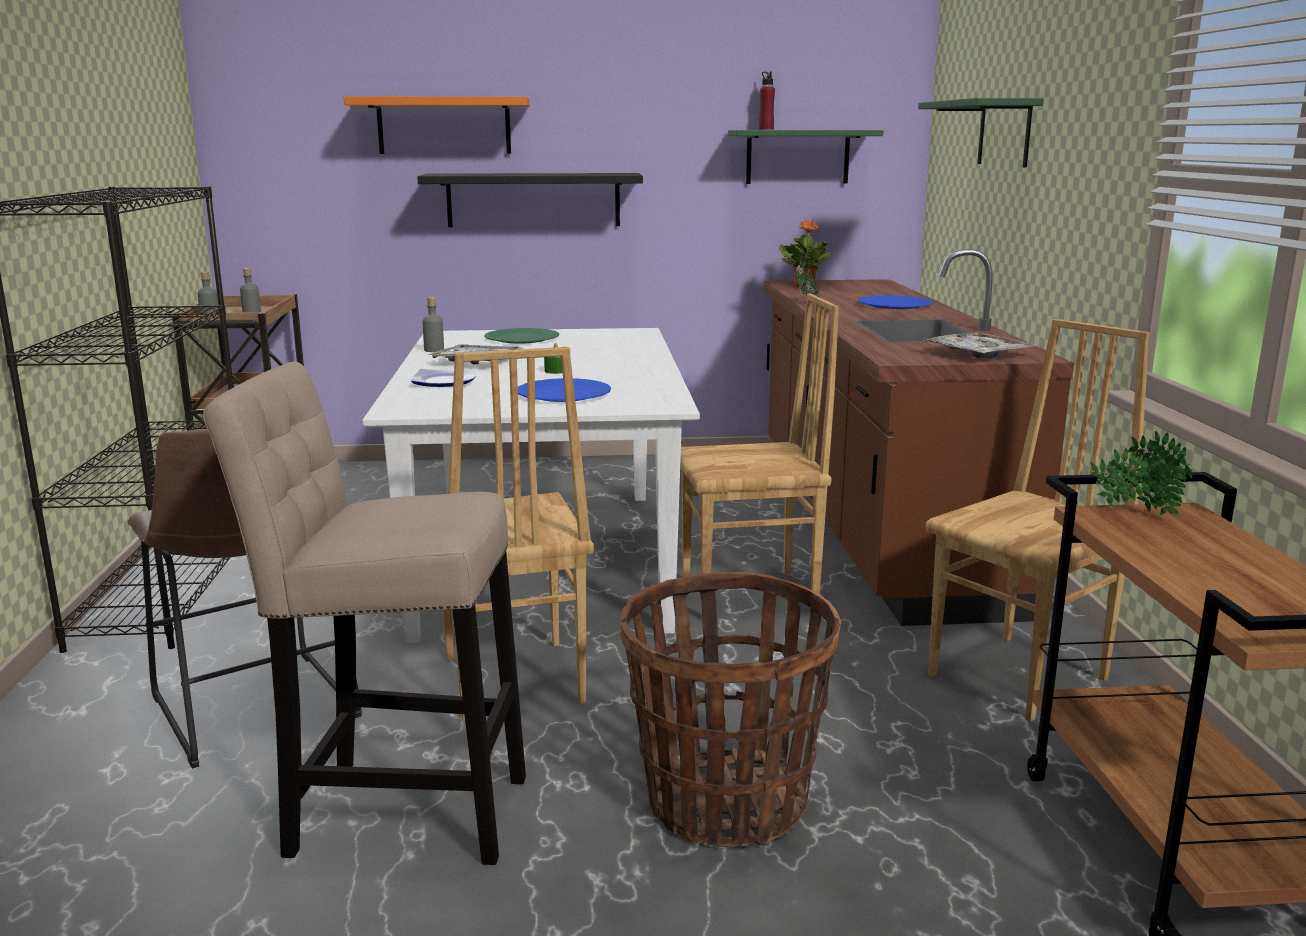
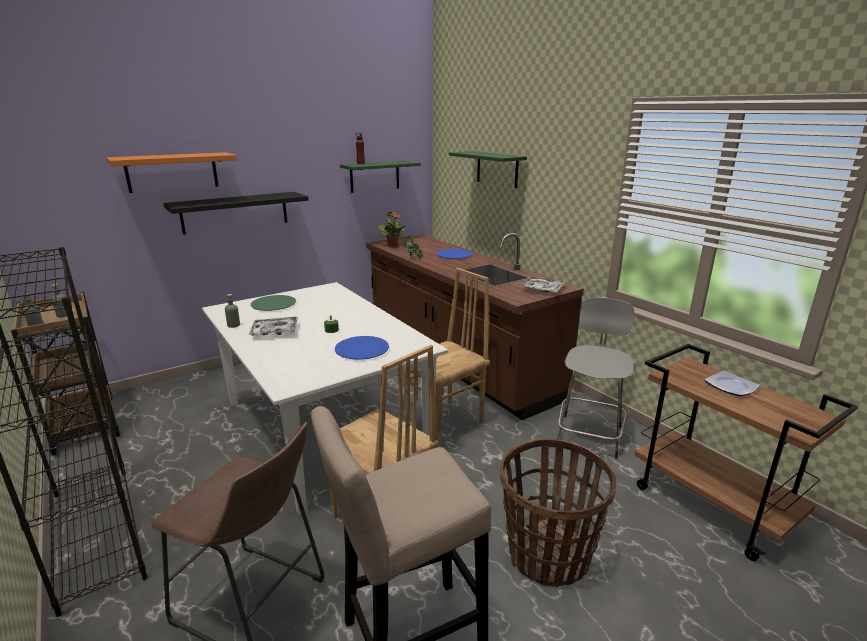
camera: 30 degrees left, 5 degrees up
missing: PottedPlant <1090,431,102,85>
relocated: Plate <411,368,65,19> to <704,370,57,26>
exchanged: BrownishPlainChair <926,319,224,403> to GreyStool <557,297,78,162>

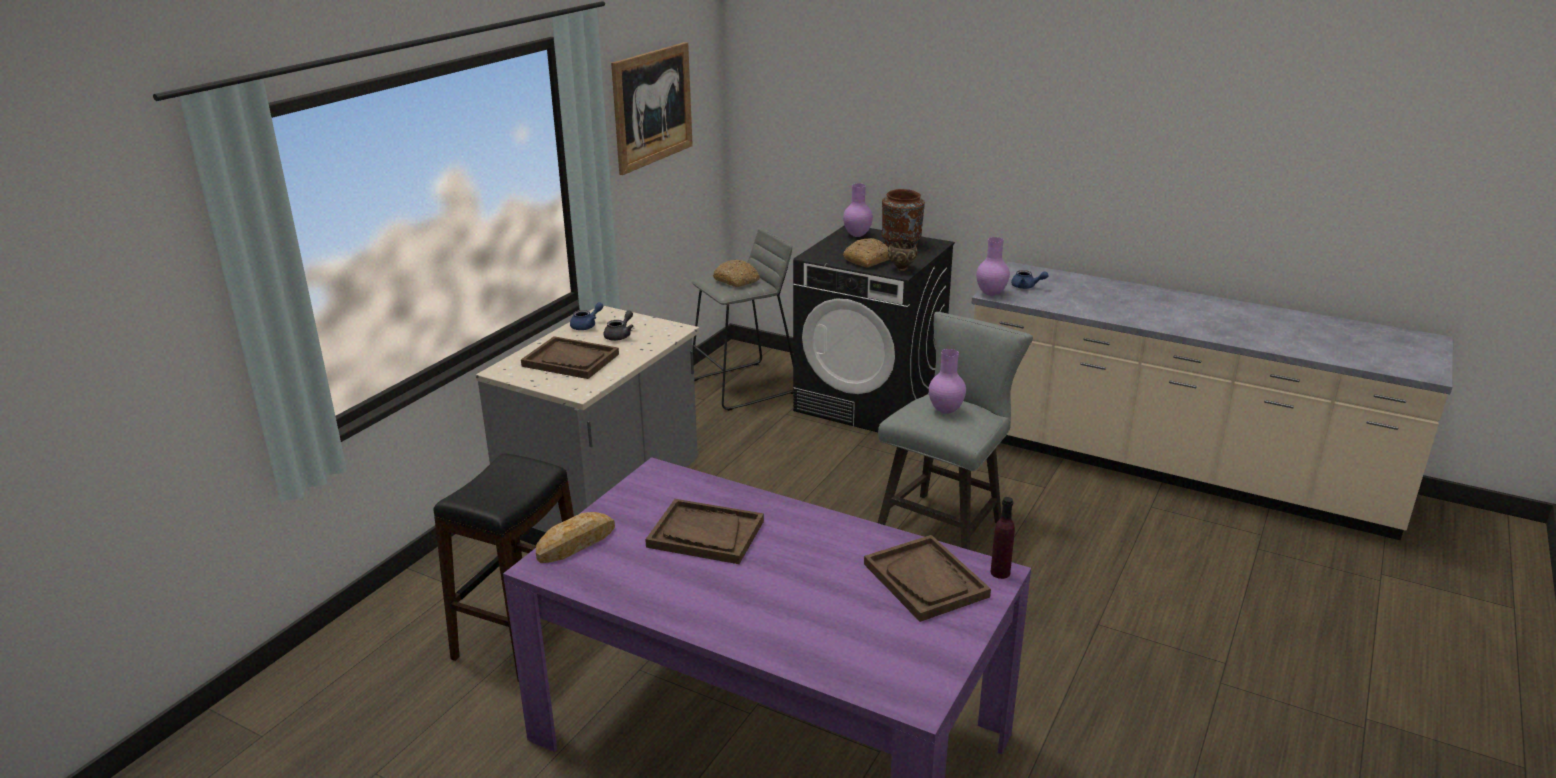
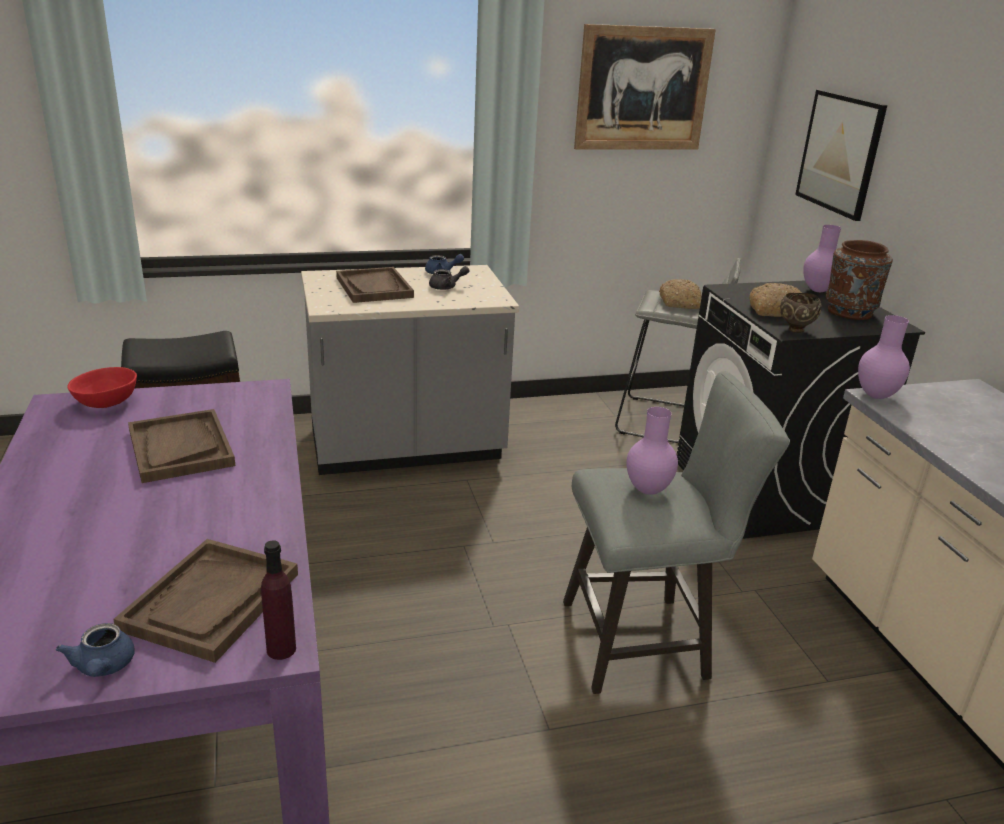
camera: 45 degrees right, 0 degrees up
appeared: Picture <795,90,92,131>
relocated: BlueTeapot <1011,270,37,19> to <56,623,79,54>
exchanged: Bread <536,512,79,51> to ReddishDeepDish <67,367,70,41>

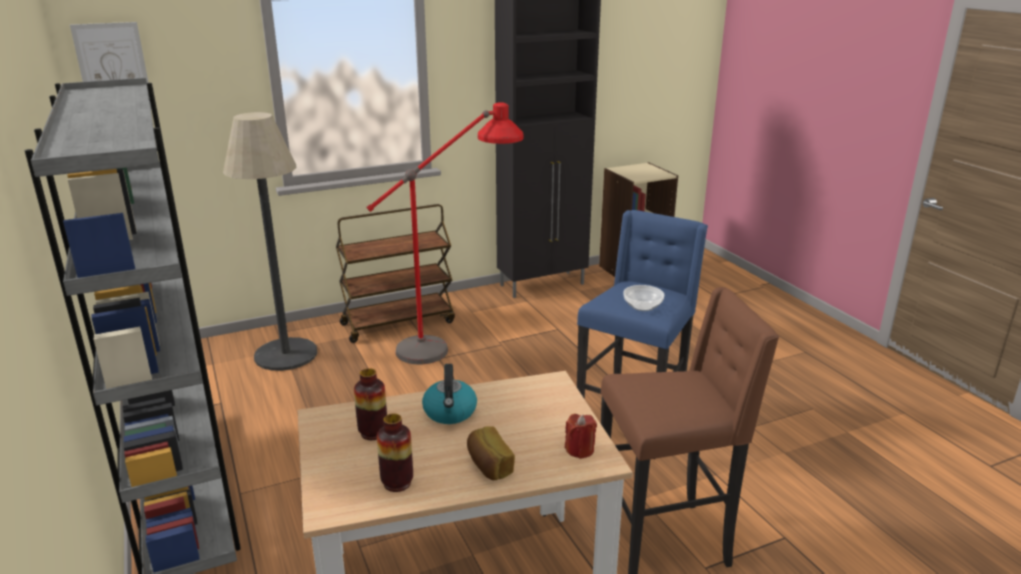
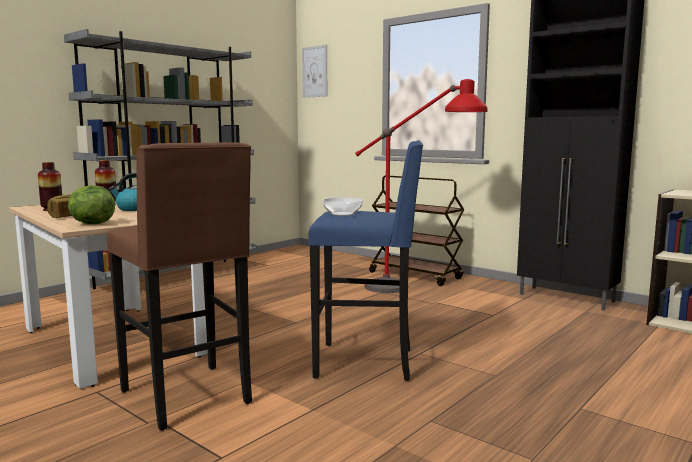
camera: 65 degrees right, 15 degrees down
missing: StandingLamp <223,112,94,259>
exchanged: ReddishCandle <565,414,32,45> to HeadOfLettuce <68,185,47,39>

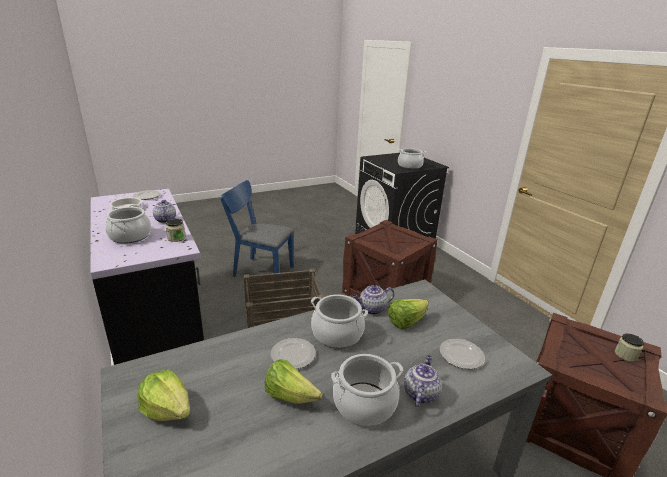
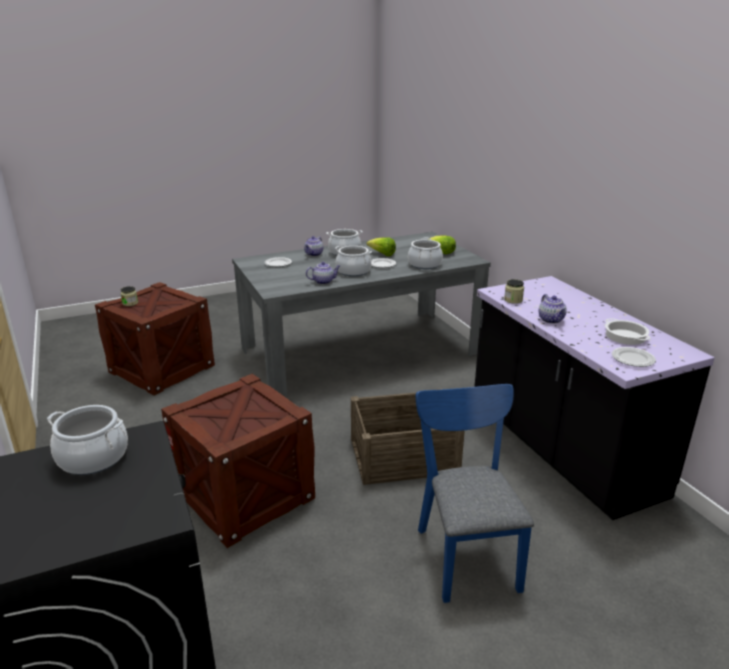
camera: 175 degrees left, 0 degrees up
missing: HeadOfLettuce <388,299,41,30>
relocated: Stockpot <105,204,46,40> to <408,238,35,31>
spun: BluePlainChair <221,180,73,97> = <416,384,118,219> 120 degrees counterclockwise

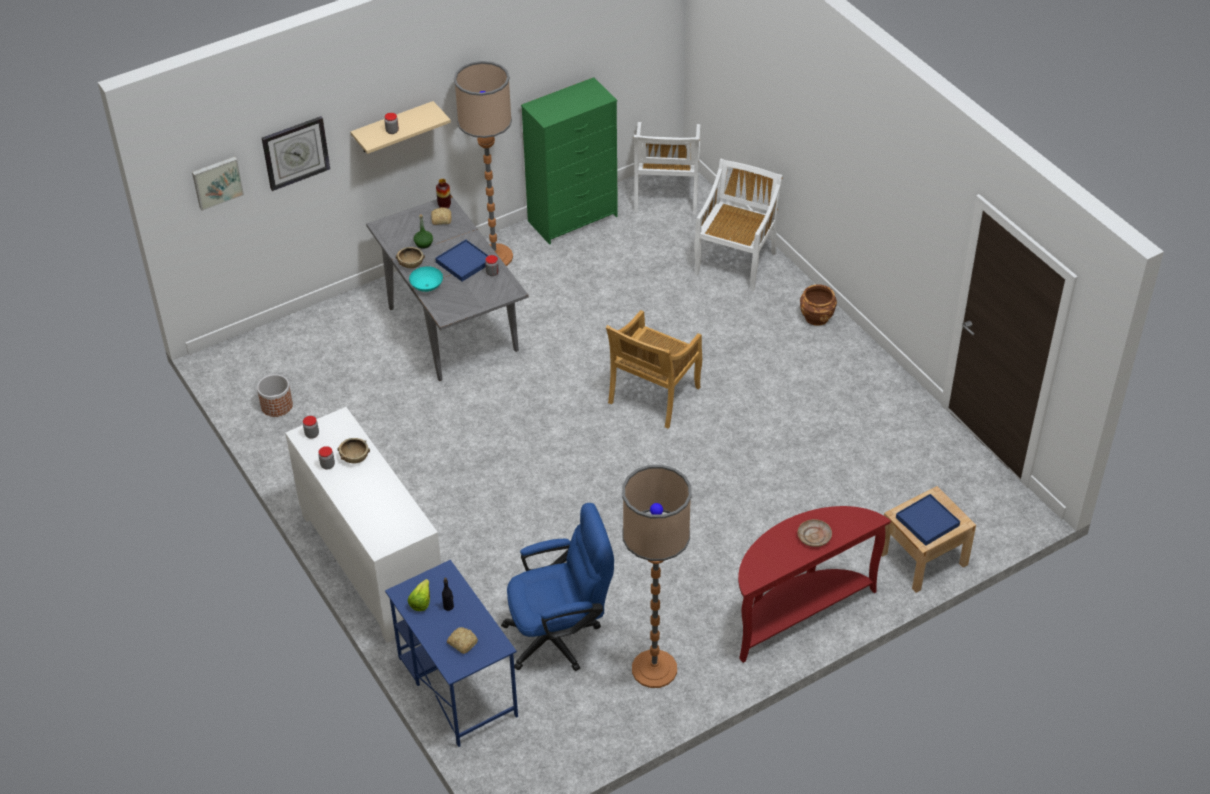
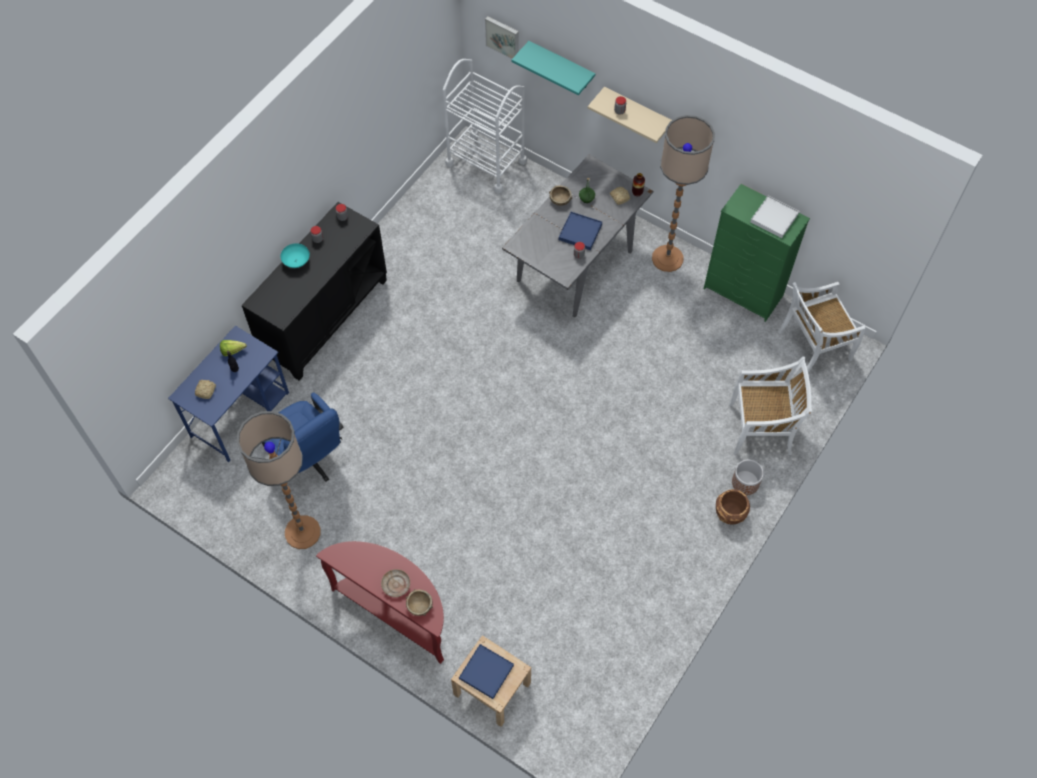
camera: 65 degrees right, 15 degrees up
missing: BeigePlainChair <606,310,96,119>
appeared: WhiteWheeledCart <443,59,84,134>; WhiteCarryingTray <750,195,49,43>
relocated: FlowerPot <257,374,36,43> to <732,460,32,35>; BrownishDeepDish <337,438,33,26> to <406,589,27,27>; TurquoiseDeepDish <409,266,34,26> to <280,243,30,25>
exchanged: ClockOnTheWall <262,116,68,75> to TurquoiseShelf <512,41,83,54>
colour: WhiteCupboard <285,407,156,236> to BlackColouredCupboard <242,202,145,178>

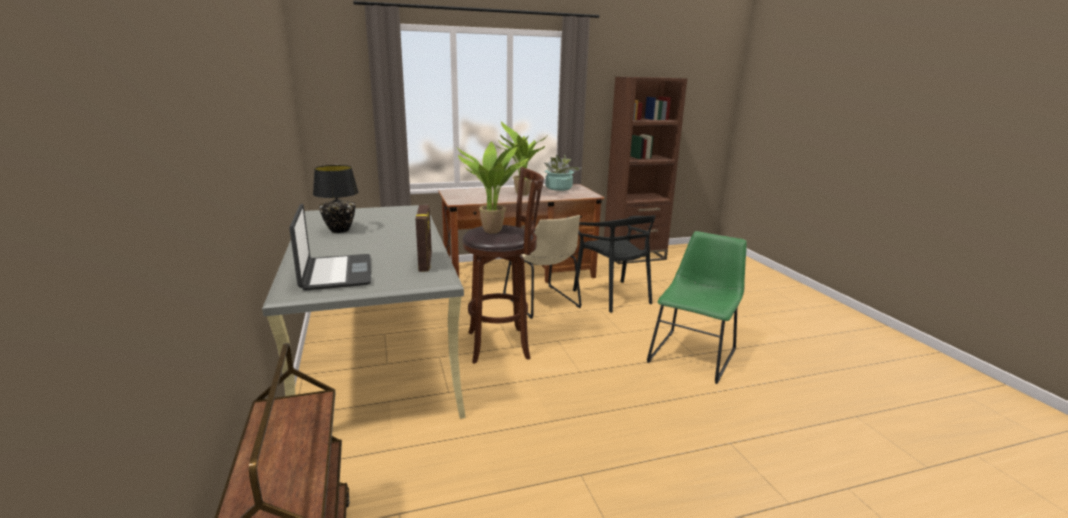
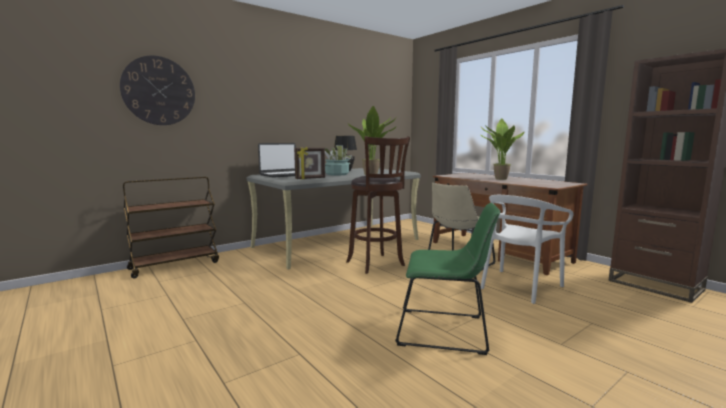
camera: 70 degrees right, 10 degrees down
appeared: ClockOnTheWall <120,56,75,69>
relocated: PottedPlant <543,155,38,36> to <325,146,27,30>
colour: BlackColouredPlainChair <573,215,83,98> to WhitePlainChair <481,195,92,109>

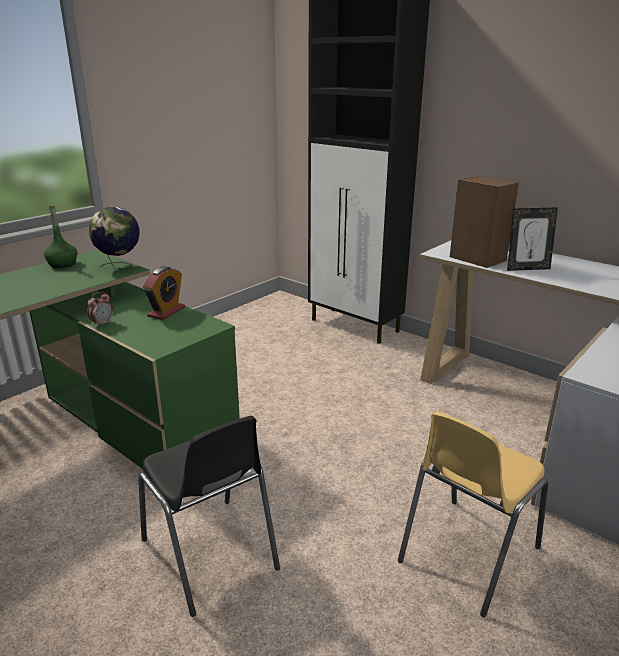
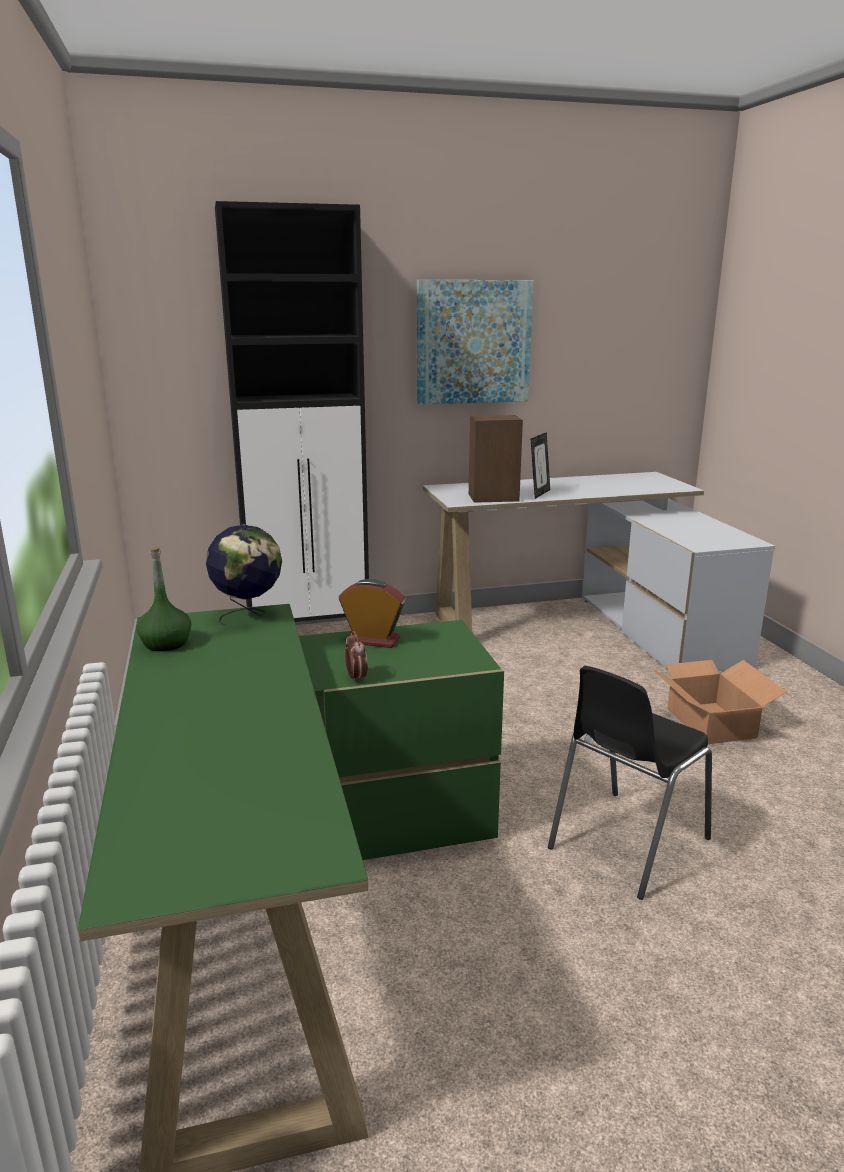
camera: 55 degrees left, 5 degrees down
appeared: Picture <417,280,117,125>
exchanged: YellowishPlainChair <398,411,150,206> to Carton <651,660,136,84>
spun: BlackColouredPlainChair <138,416,142,201> = <548,666,164,234> 135 degrees clockwise; AlarmClock <143,266,42,54> = <339,579,66,69> 45 degrees counterclockwise

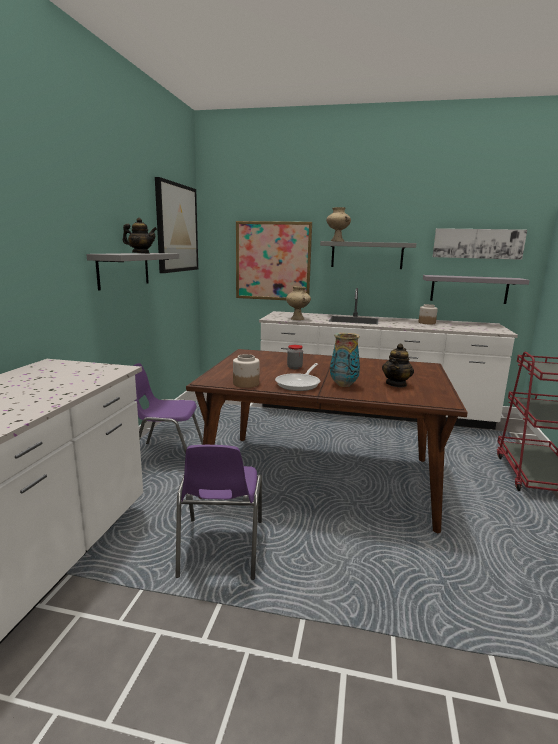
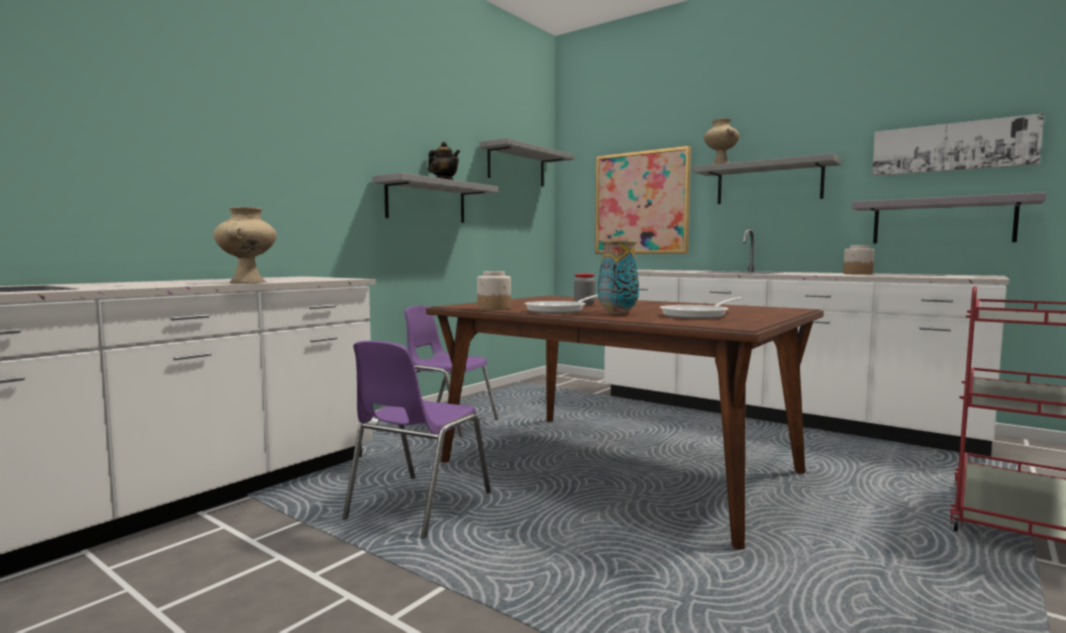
camera: 25 degrees right, 10 degrees down
relocated: BeigeVase <286,286,25,34> to <214,207,63,76>
exchanged: Picture <155,177,43,96> to GreyShelf <479,138,95,48>; Teapot <382,343,32,45> to Pan <660,297,82,22>

